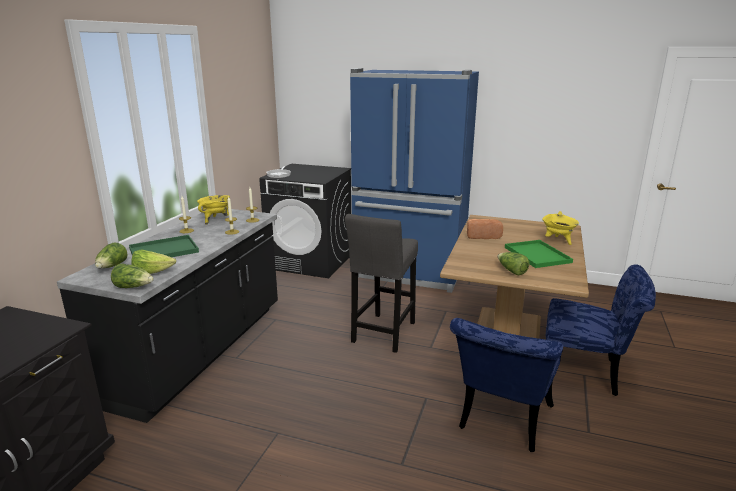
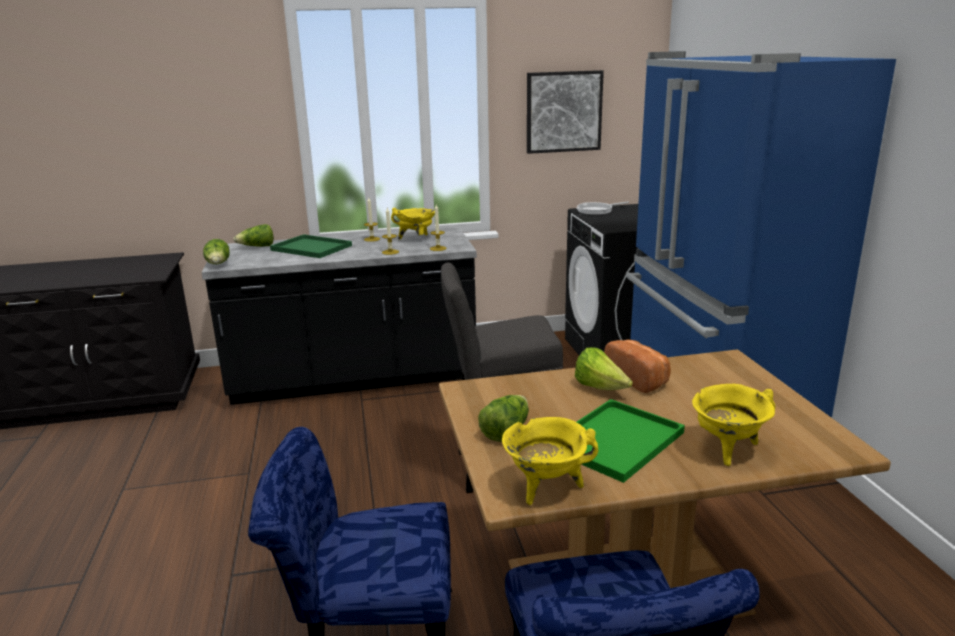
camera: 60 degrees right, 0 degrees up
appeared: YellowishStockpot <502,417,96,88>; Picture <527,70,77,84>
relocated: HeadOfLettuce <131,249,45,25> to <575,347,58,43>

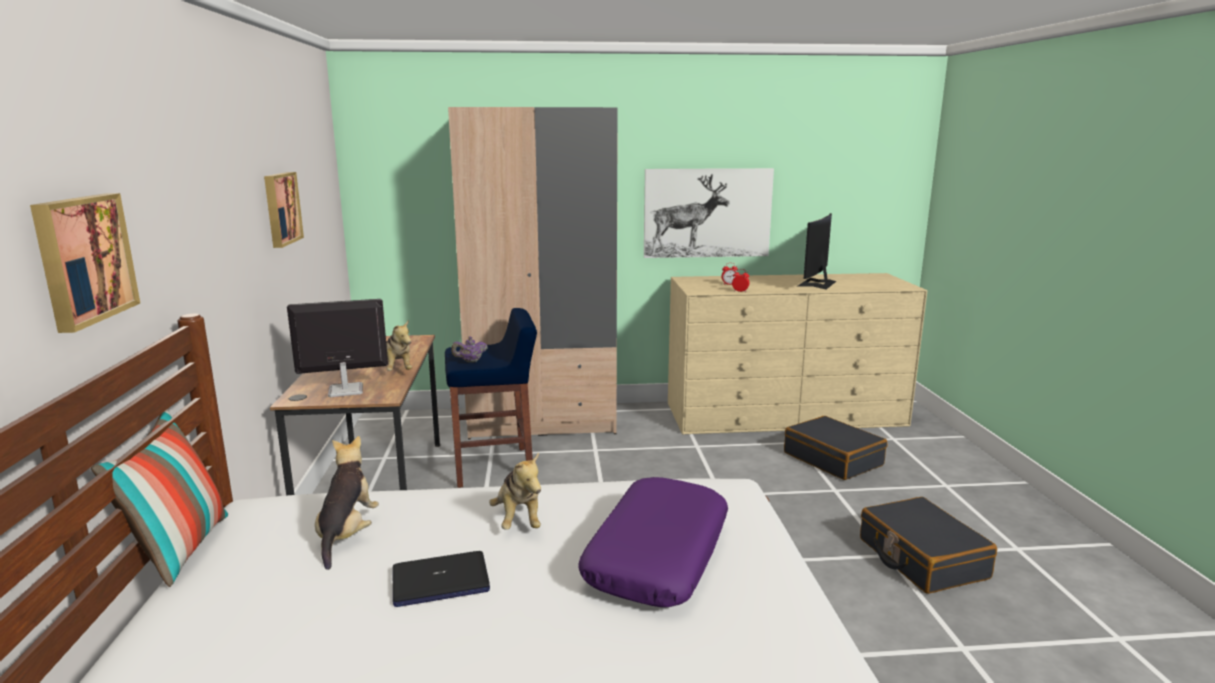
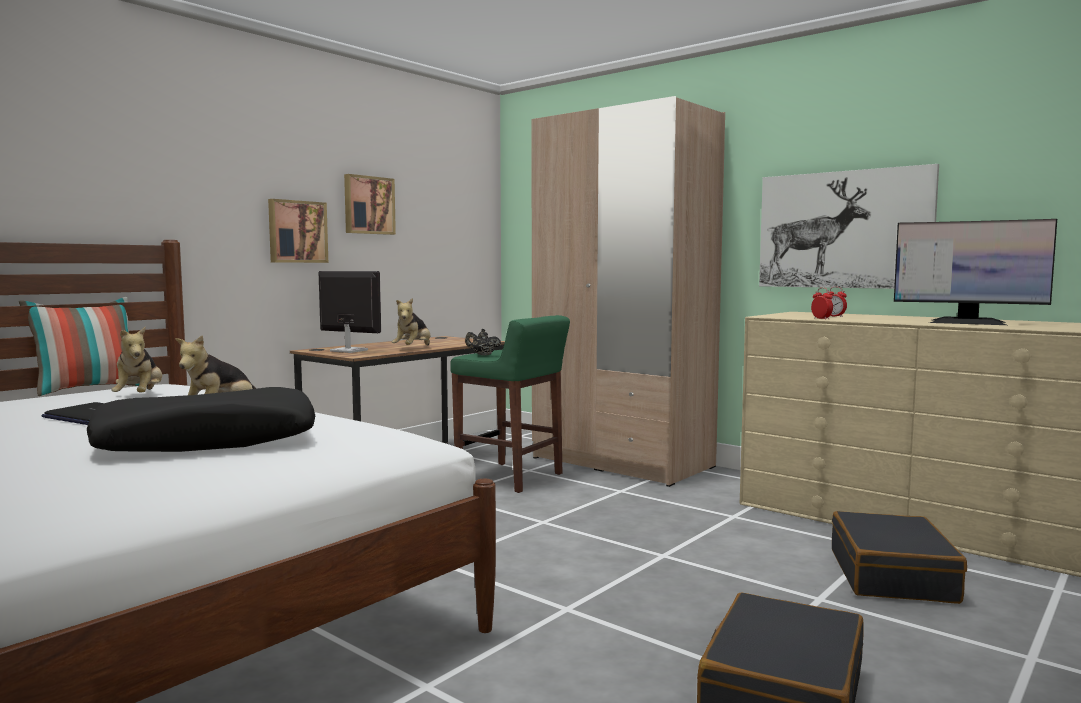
camera: 45 degrees right, 10 degrees down
relocated: Picture <30,193,110,140> to <268,199,60,64>
colour: BlueStool <445,308,92,180> to GreenStool <450,315,120,178>; PurpleTeapot <451,337,37,26> to BlackColouredTeapot <465,329,36,26>; PurpleThrowPillow <578,477,150,130> to BlackColouredThrowPillow <87,387,228,65>
spun: PlushToy <315,436,64,134> = <112,327,50,65> 120 degrees clockwise; ComputerScreen <797,213,39,76> = <894,219,163,106> 135 degrees counterclockwise

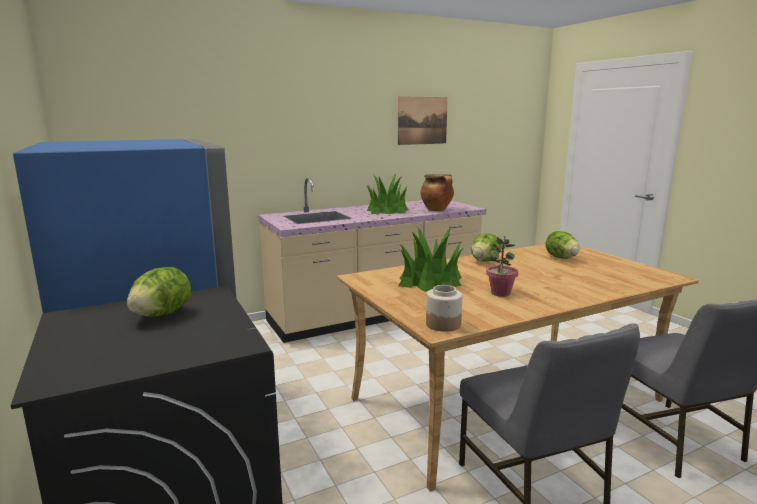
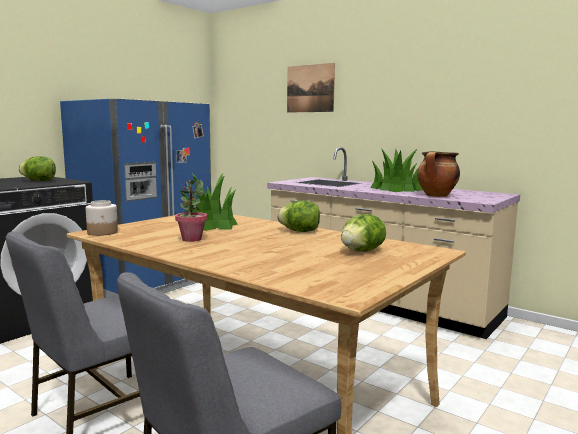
camera: 65 degrees right, 5 degrees down
relocated: Picture <398,96,50,49> to <287,63,48,50>

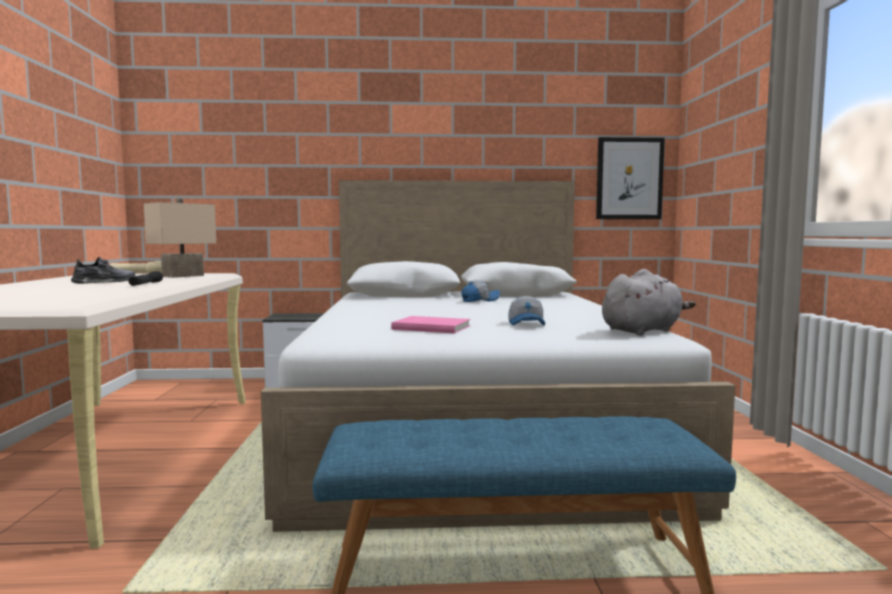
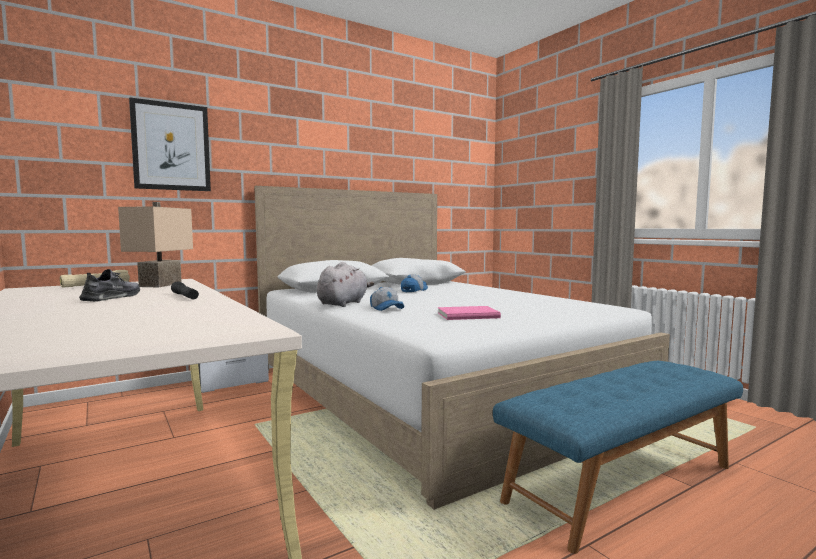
camera: 30 degrees left, 0 degrees up
relocated: PeakedCap <508,296,37,30> to <370,287,34,24>; Picture <596,137,69,82> to <129,97,82,94>; GreyPlushToy <602,269,94,67> to <317,262,57,45>

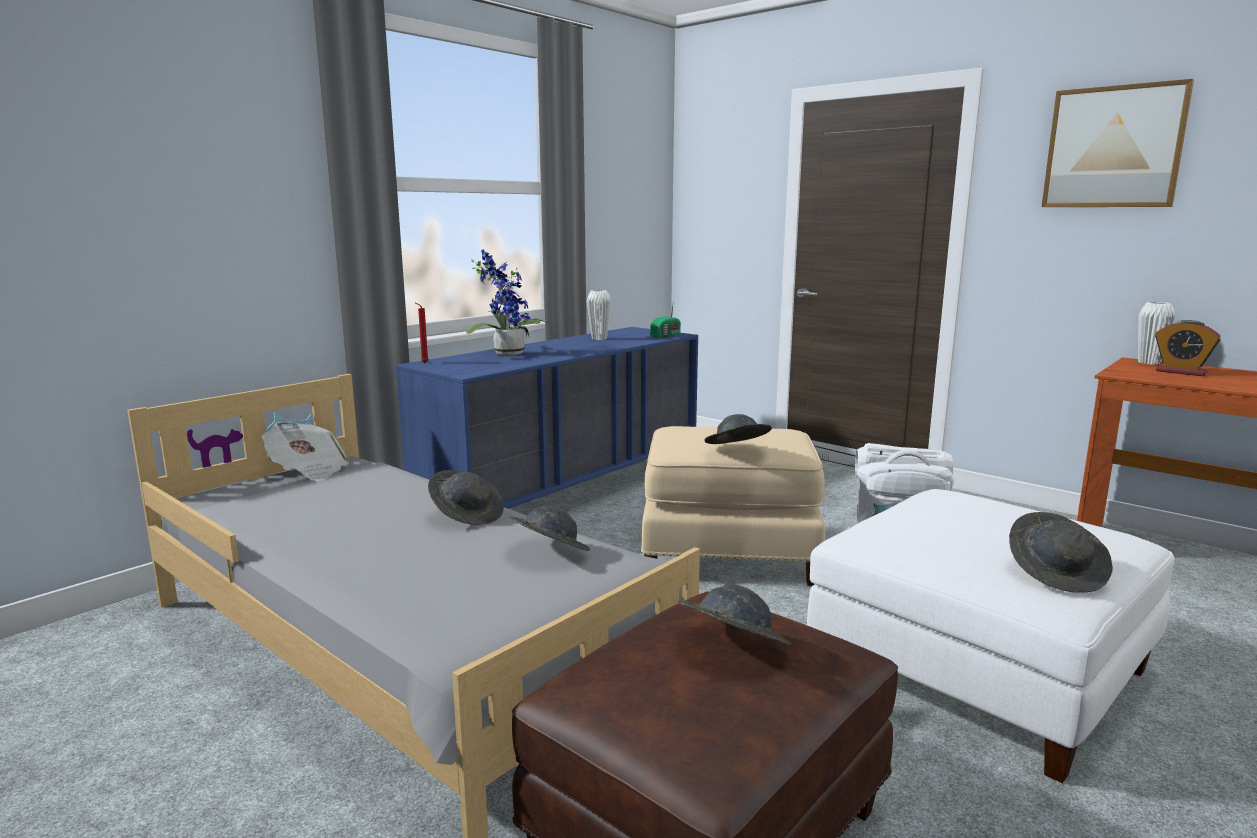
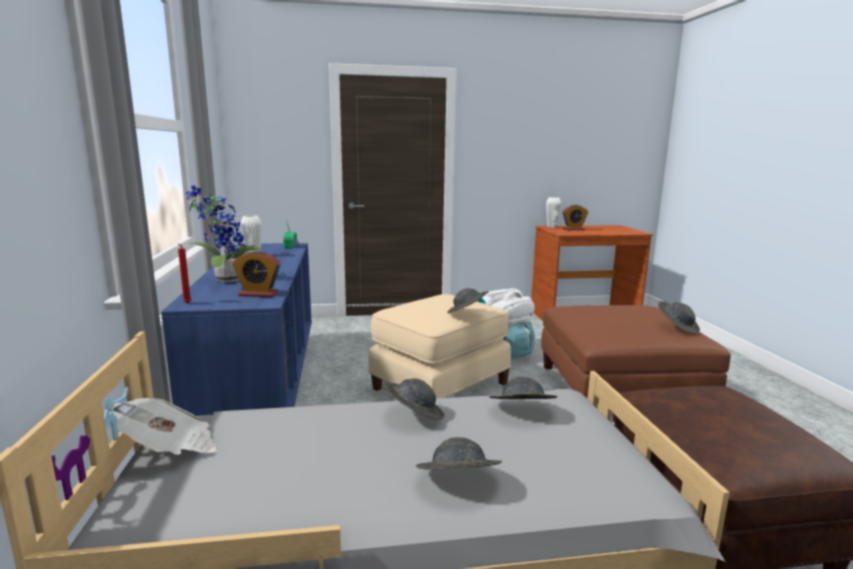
camera: 50 degrees left, 0 degrees up
missing: Picture <1041,79,153,128>
appeared: AlarmClock <232,250,48,47>
relocated: GreyWearableHat <678,584,114,61> to <416,437,86,32>
colour: WhiteOttoman <807,489,368,294> to BrownishOttoman <541,305,190,99>

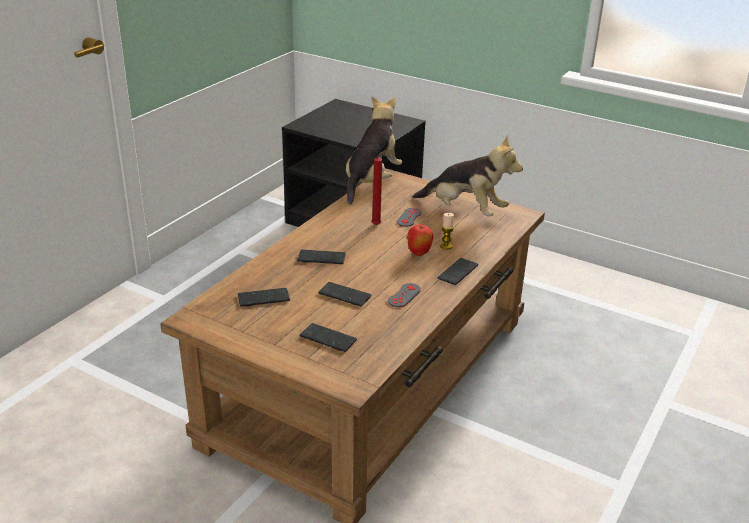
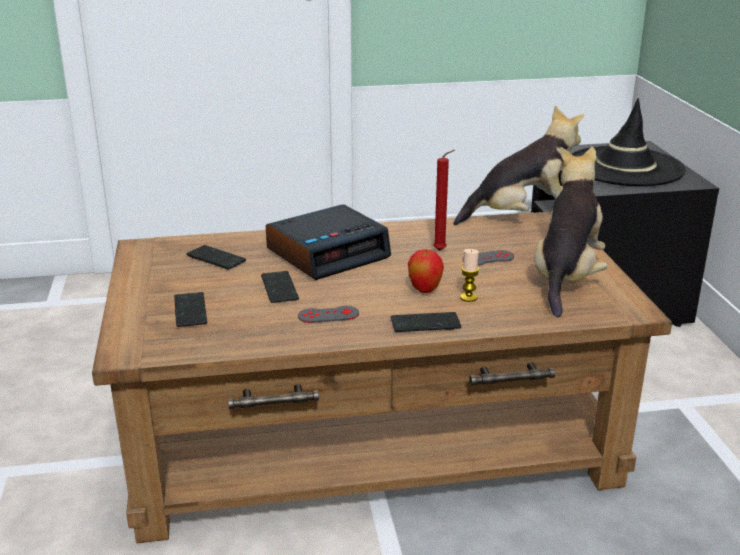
camera: 50 degrees right, 5 degrees down
appeared: BlackColouredWearableHat <572,98,114,88>
exchanged: Phone <297,249,49,15> to AlarmClock <266,204,125,76>
spun: PlushToy <412,136,111,80> = <534,147,74,170> 150 degrees counterclockwise

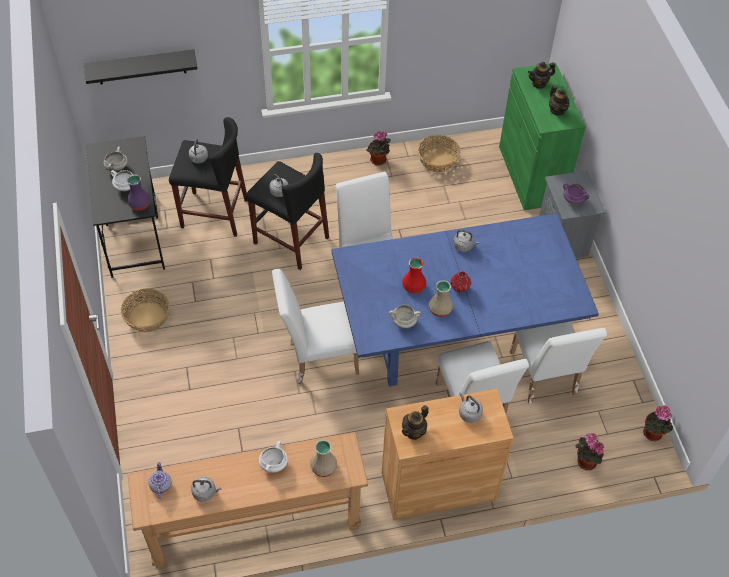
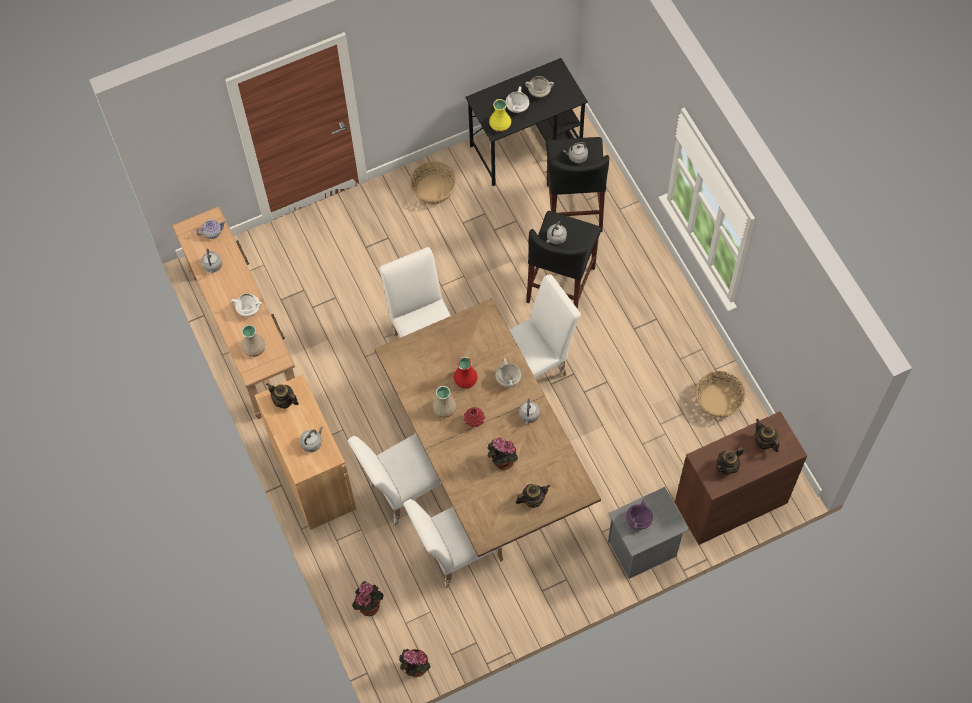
camera: 80 degrees right, 10 degrees up
missing: BlackColouredShelf <84,49,114,35>
appeared: Teapot <516,484,34,24>
relocated: PottedPlant <366,131,25,34> to <487,437,31,33>; WhiteStockpot <389,305,32,23> to <495,358,26,29>
colour: PurpleVase <127,175,23,36> to YellowishVase <489,99,22,33>; BlueDiningTable <331,213,268,174> to BrownishDiningTable <375,298,226,259>; GreenCupboard <499,63,87,147> to BrownishCupboard <675,411,132,134>

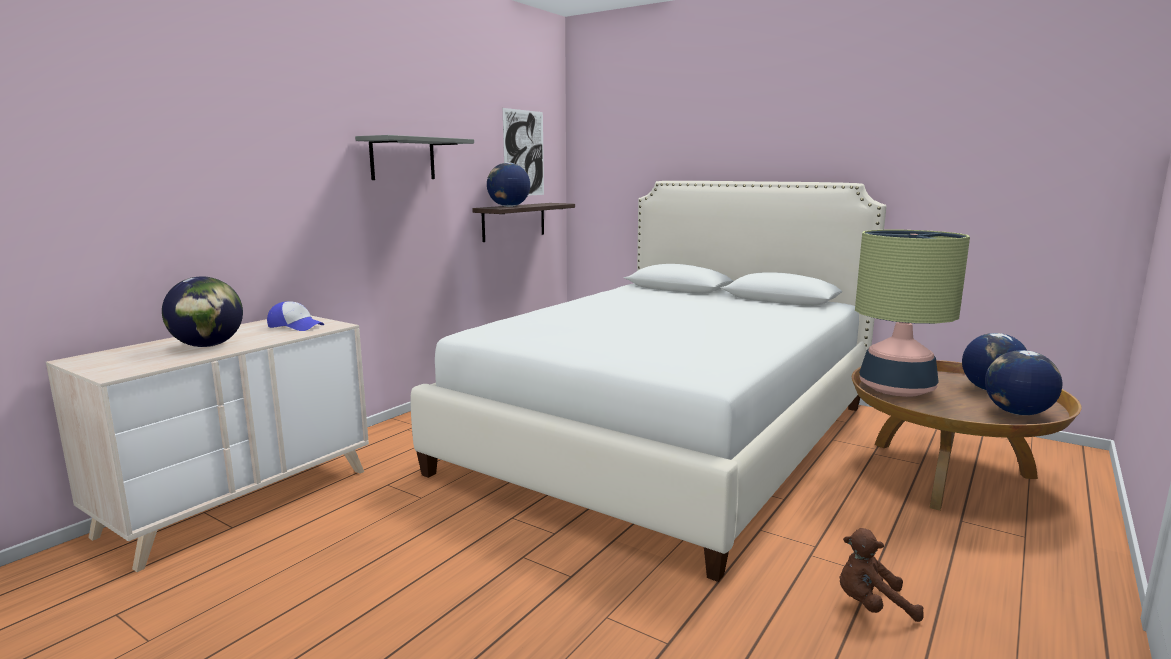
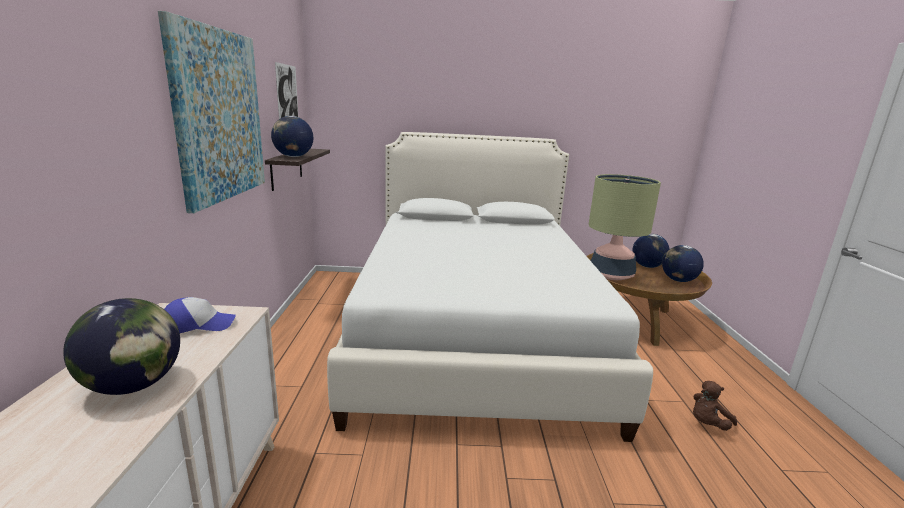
camera: 35 degrees left, 5 degrees up
exchanged: GreyShelf <355,135,119,45> to Picture <158,11,107,202>

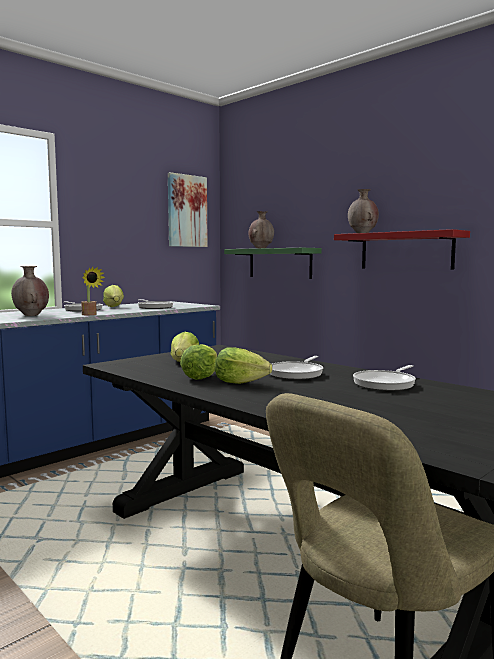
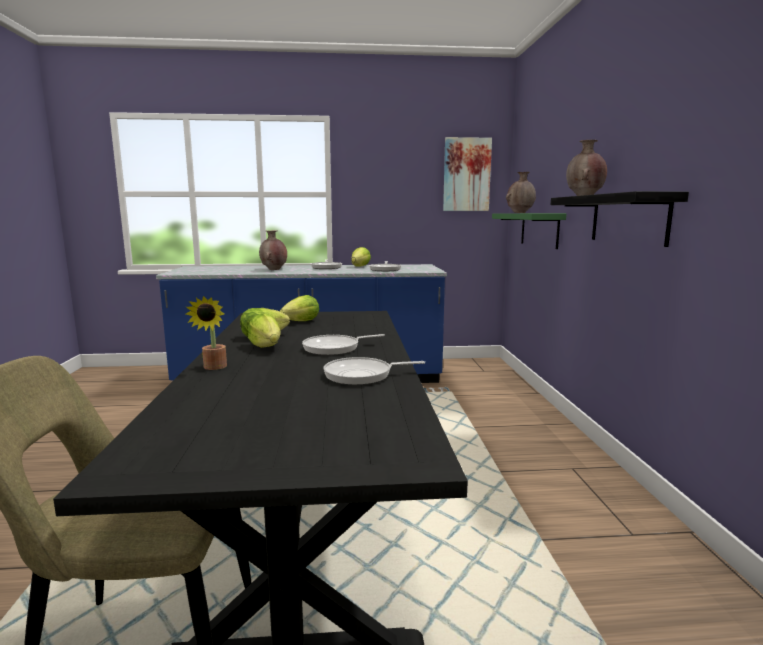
camera: 40 degrees right, 5 degrees up
relocated: PottedPlant <81,267,24,48> to <186,296,41,74>
colour: ReddishShelf <334,229,136,41> to BlackColouredShelf <550,191,139,56>

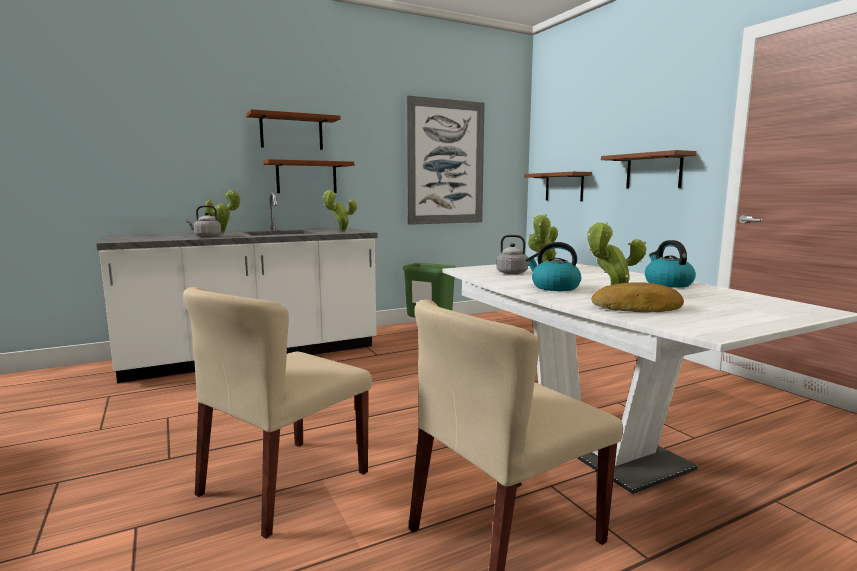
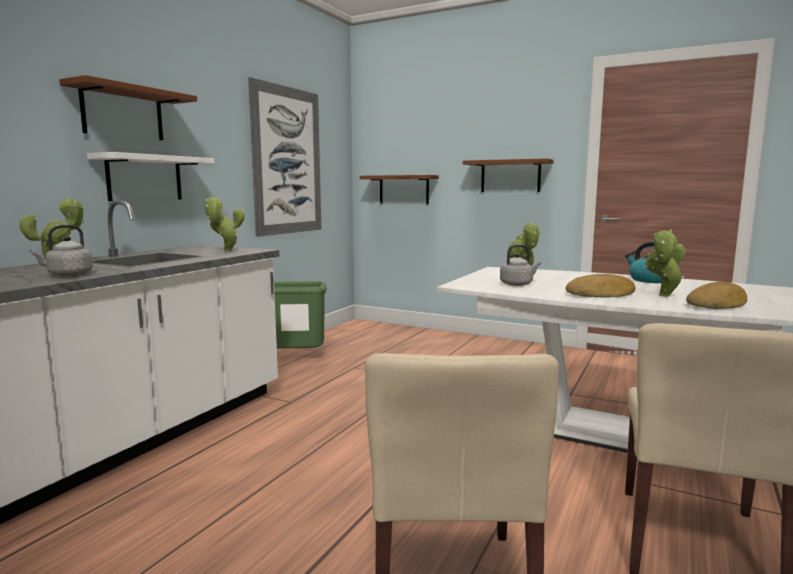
camera: 35 degrees left, 0 degrees up
exchanged: TeaKettle <526,242,55,49> to Bread <566,274,69,24>
colour: BrownishShelf <263,159,91,34> to WhiteShelf <87,152,127,49>

